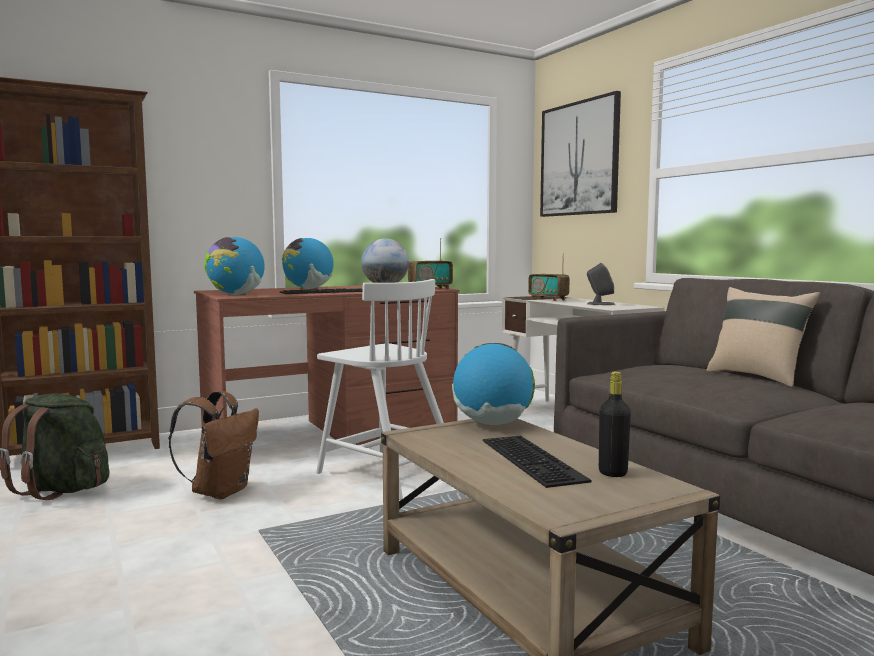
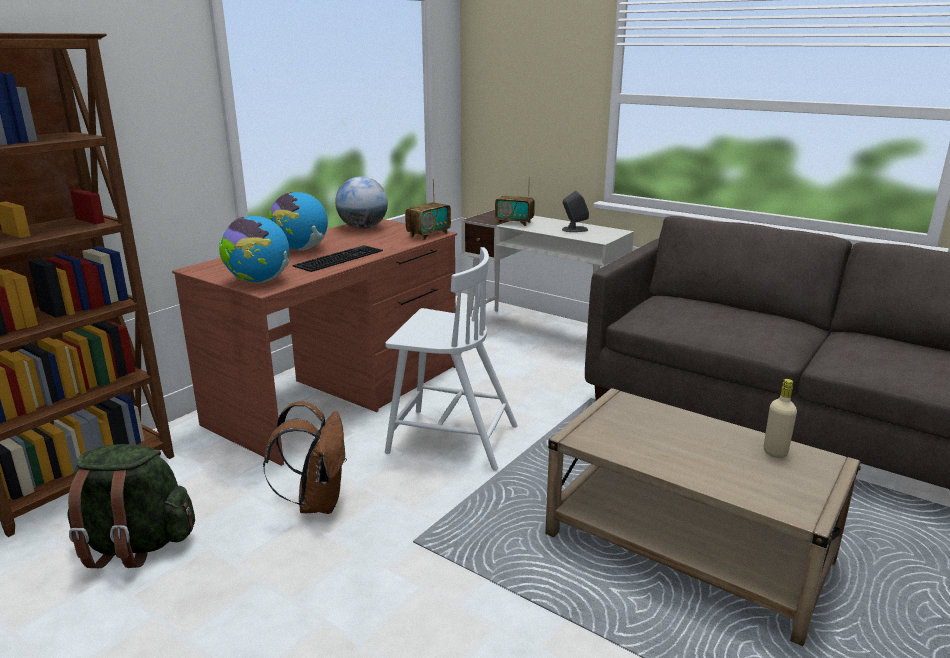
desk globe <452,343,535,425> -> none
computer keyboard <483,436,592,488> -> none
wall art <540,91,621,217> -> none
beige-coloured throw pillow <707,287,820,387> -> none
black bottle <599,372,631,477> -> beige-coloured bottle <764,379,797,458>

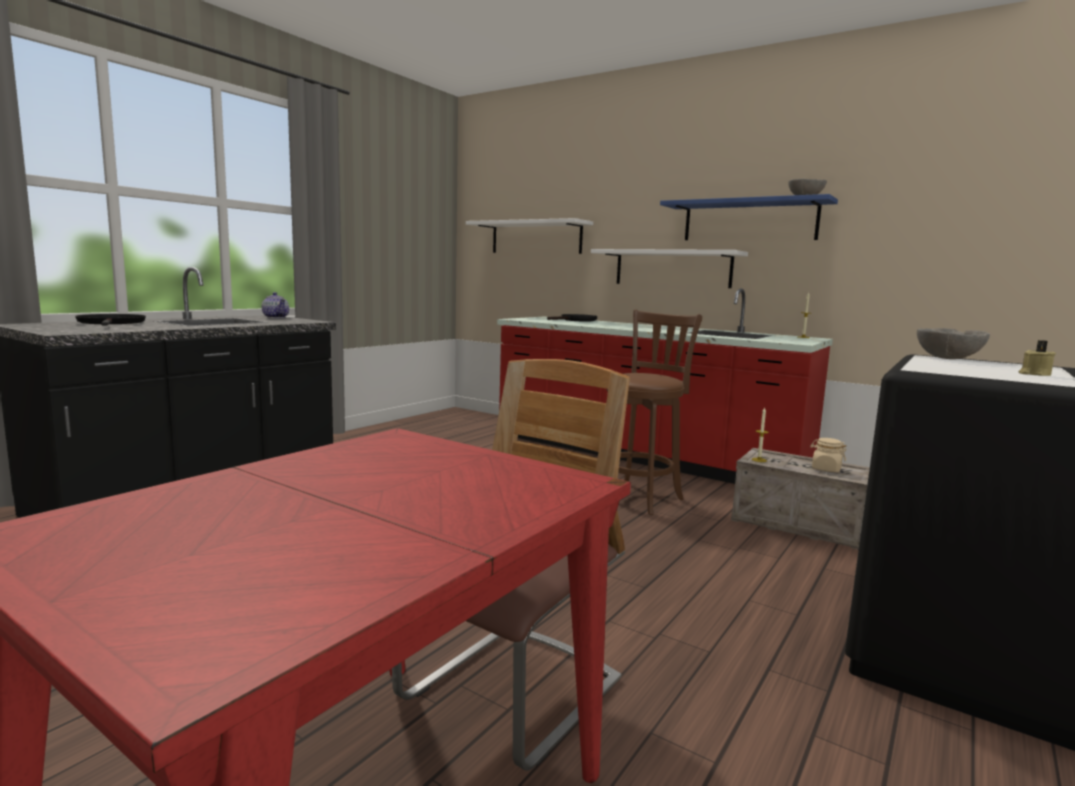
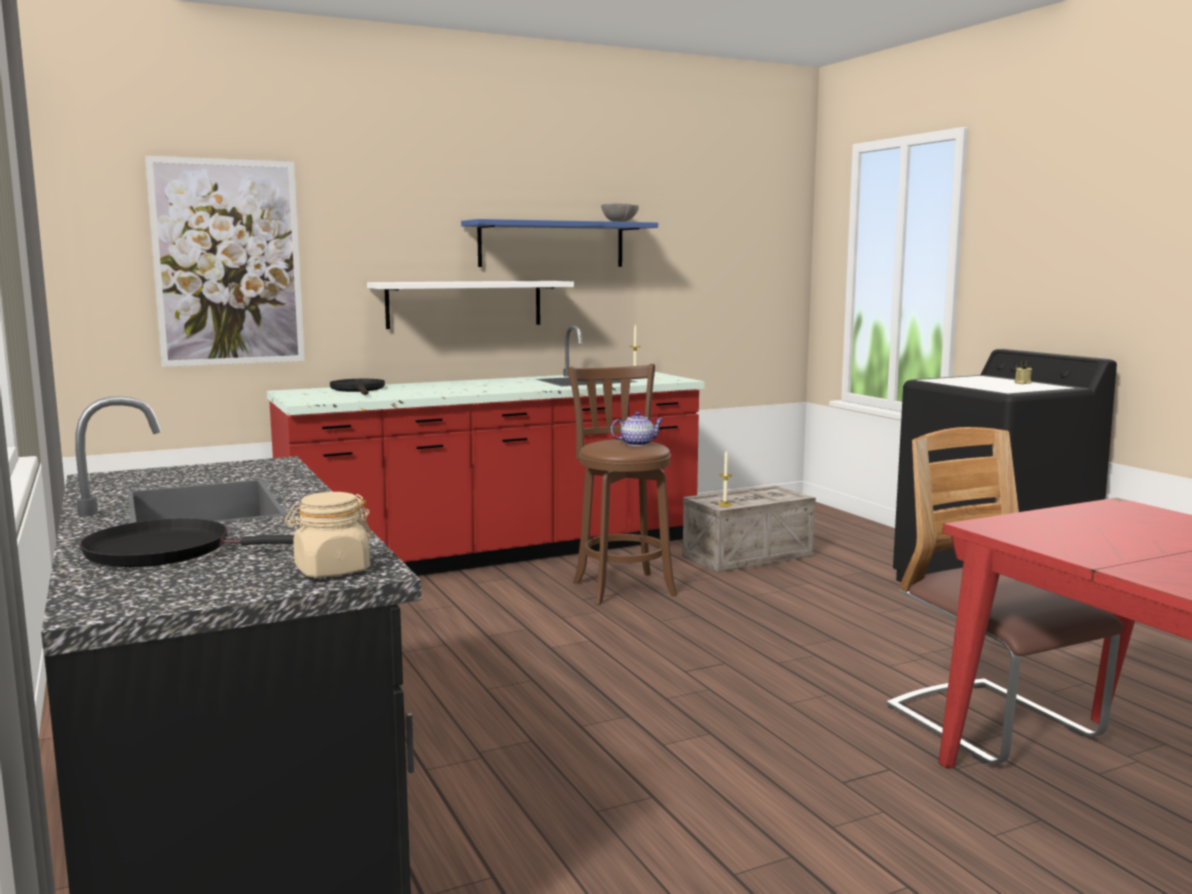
grey bowl <917,328,990,359> -> none
pot for tea <262,292,289,318> -> pot for tea <611,412,664,446>, moved
beige-coloured storage jar <810,438,846,472> -> beige-coloured storage jar <284,492,373,578>, moved
whitish shelf <466,218,593,254> -> wall art <145,156,305,367>

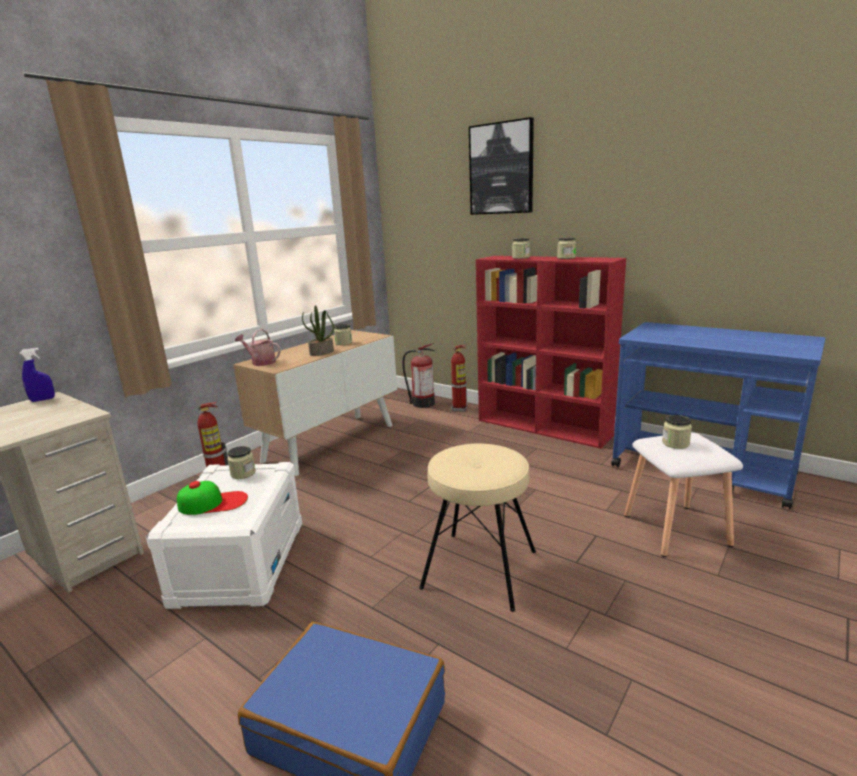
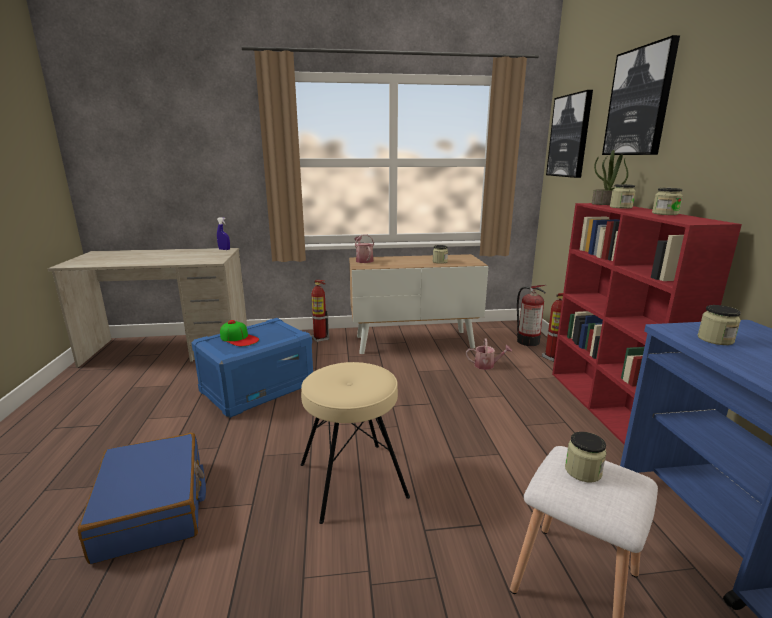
none -> sprinkling can <466,338,512,370>
none -> wall art <546,90,593,178>
storage jar <227,446,256,479> -> storage jar <698,305,741,345>, moved
houseplant <302,305,334,356> -> houseplant <592,150,628,205>, moved
whitish storage bin <146,462,302,609> -> blue-coloured storage bin <192,318,313,418>

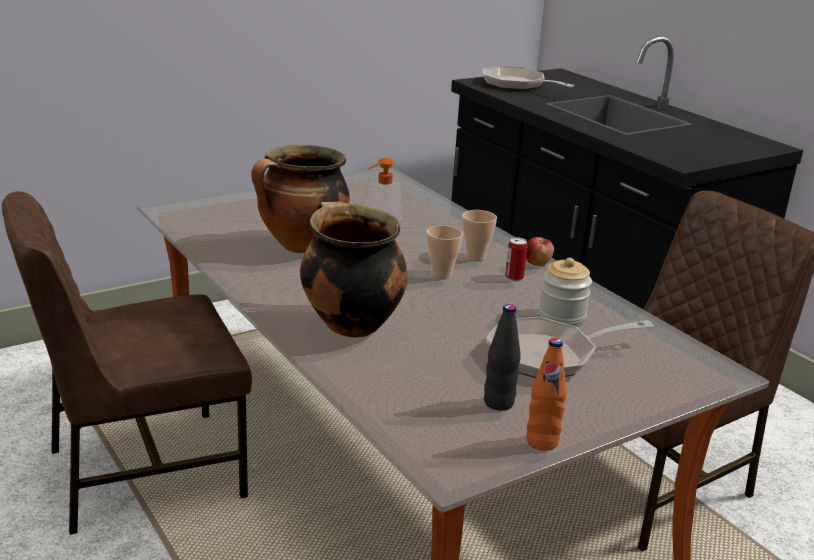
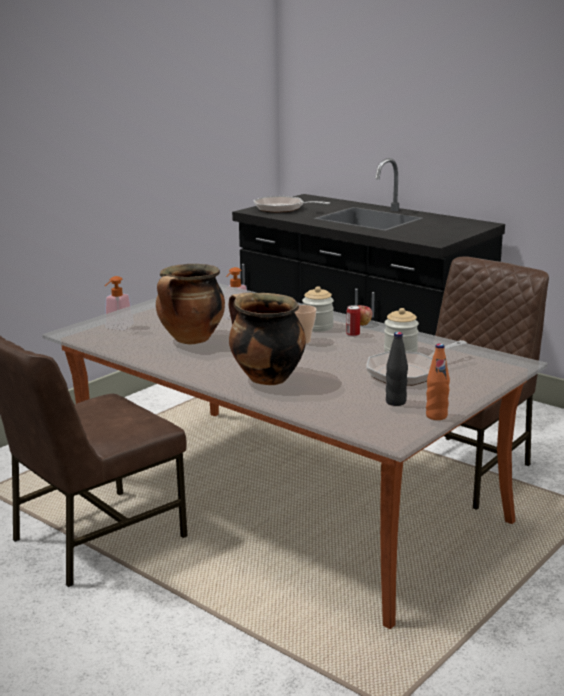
none -> liquid soap bottle <105,276,133,330>
small cup <462,210,497,261> -> storage jar <302,286,334,332>

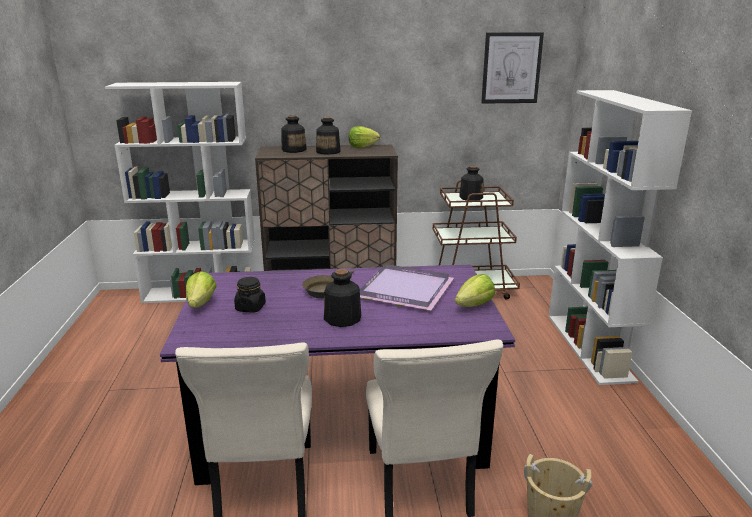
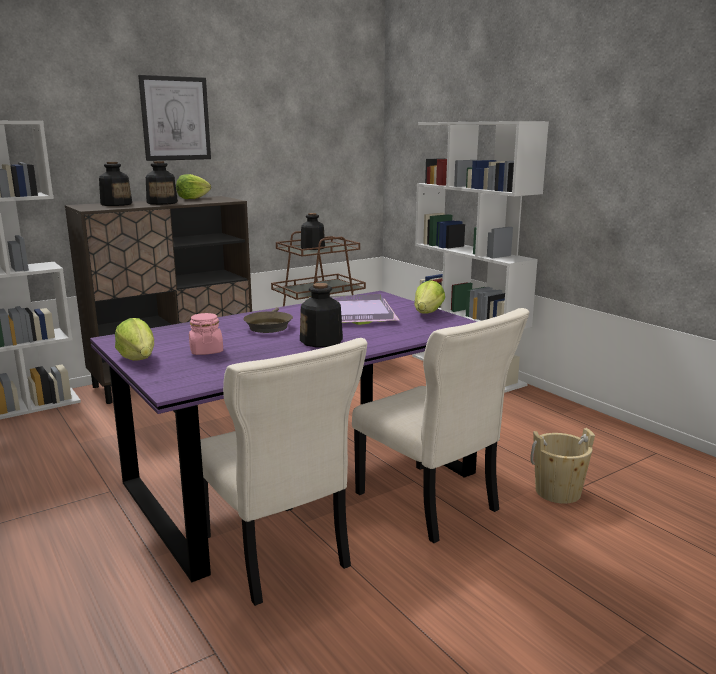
wall art <481,32,544,104> -> wall art <138,75,211,161>, moved
black storage jar <234,277,266,312> -> pinkish storage jar <189,313,223,355>

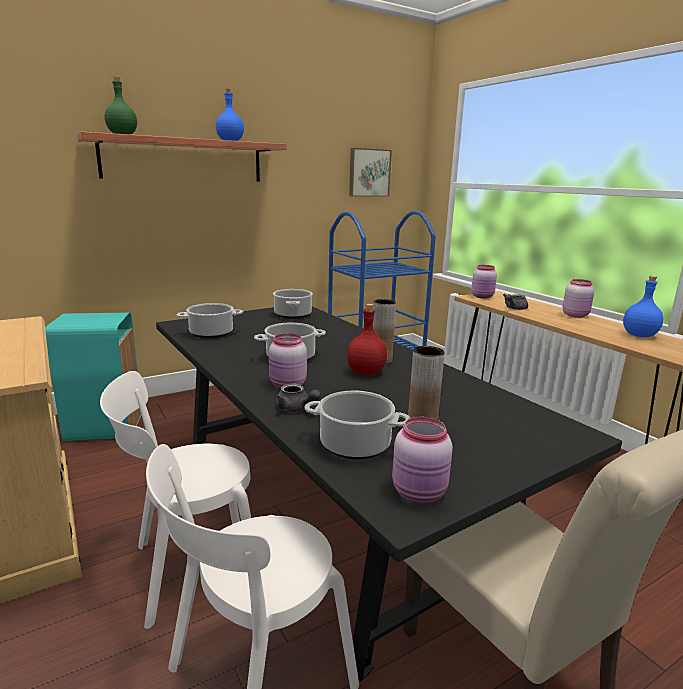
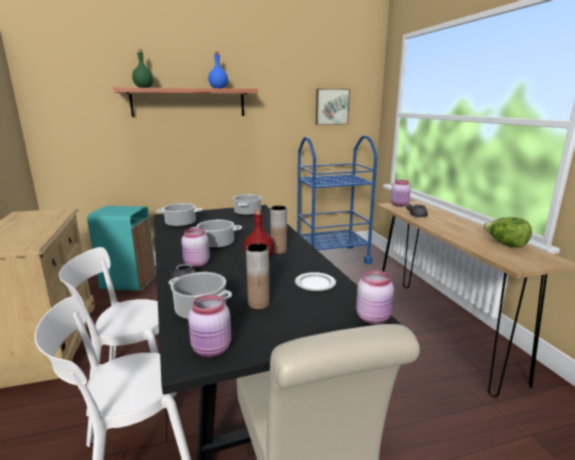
none -> flat dish <295,272,336,291>
pinkish storage jar <563,279,594,318> -> pinkish storage jar <356,270,394,324>, moved
blue-coloured bottle <623,276,663,337> -> lettuce <484,217,532,248>

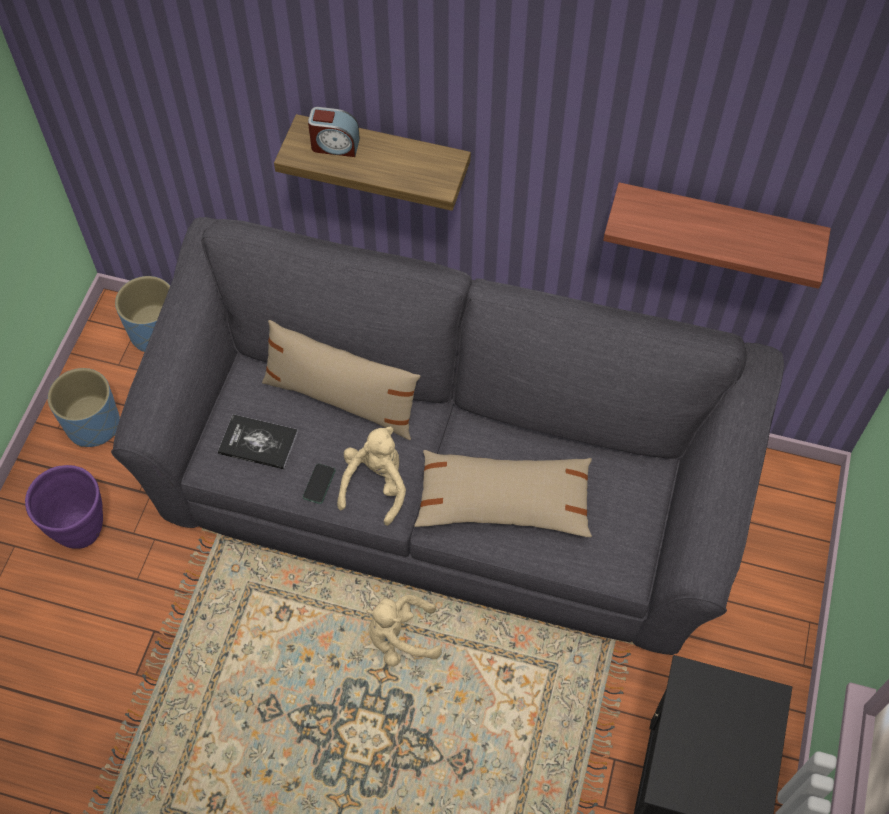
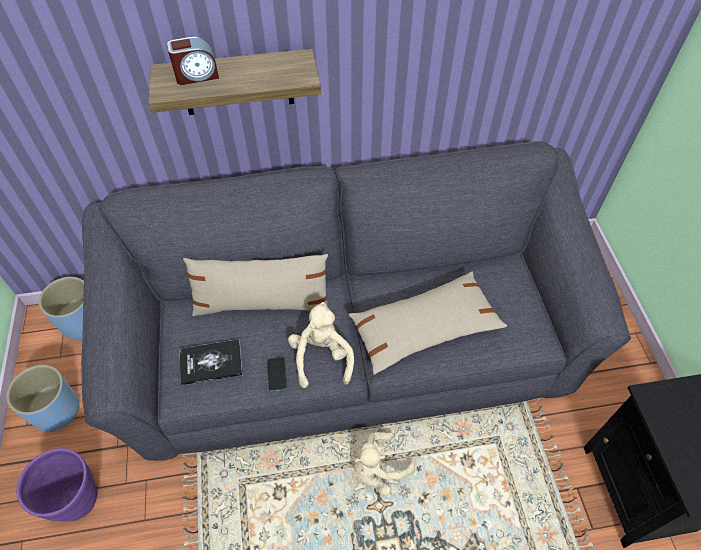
shelf <603,182,831,289> -> none

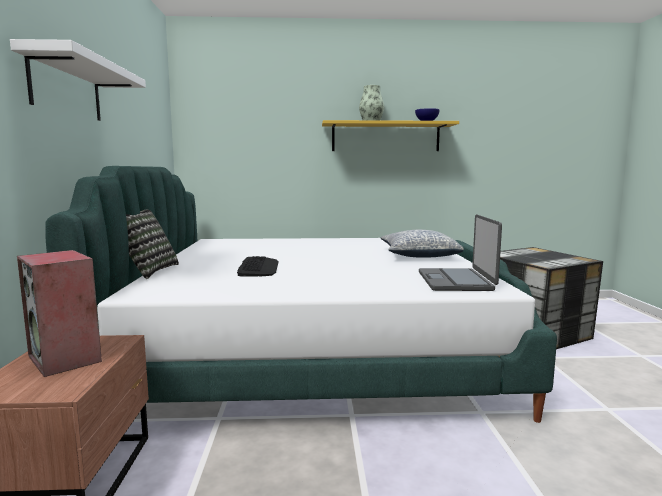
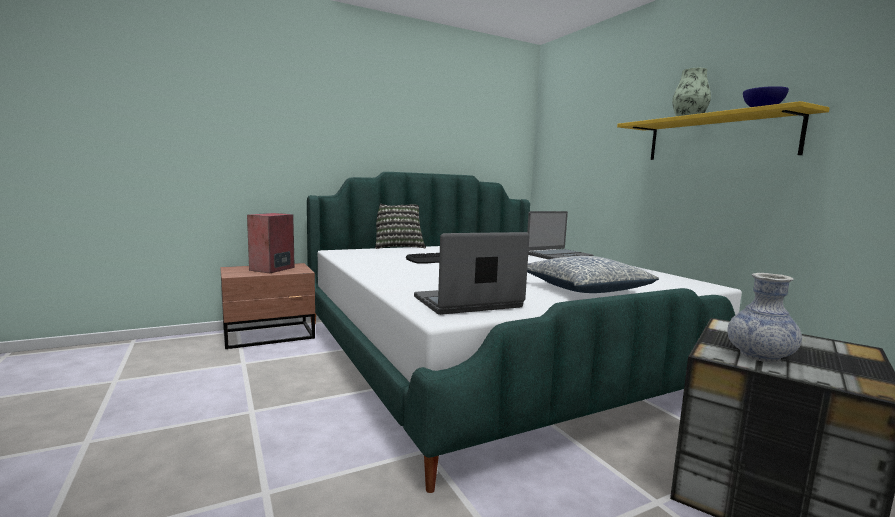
whitish shelf <10,39,146,121> -> none
none -> notebook computer <527,211,593,259>
none -> vase <727,273,802,362>

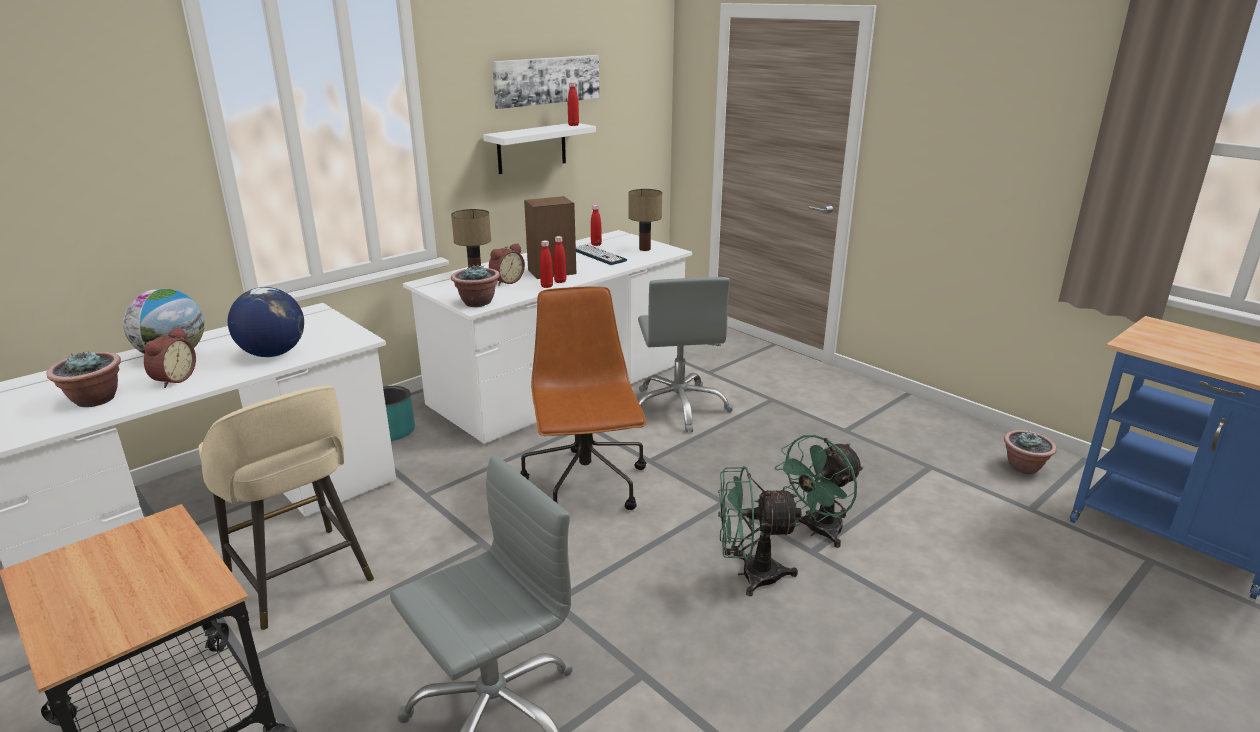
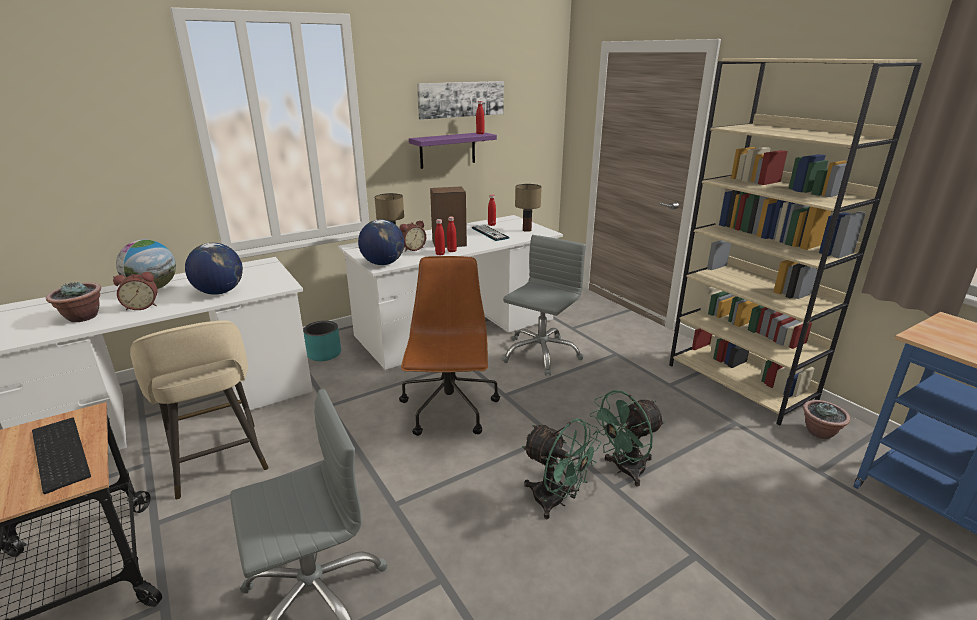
none -> computer keyboard <32,418,91,494>
none -> beige-coloured shelving unit <669,58,922,426>
houseplant <451,264,500,307> -> desk globe <358,219,404,265>
whitish shelf <483,123,596,174> -> purple-coloured shelf <409,132,497,169>
alarm clock <144,327,196,388> -> alarm clock <113,272,158,310>, 45 degrees clockwise
grey office chair <638,277,733,433> -> grey office chair <502,235,586,376>, 150 degrees counterclockwise
green-coloured cooling fan <718,466,802,596> -> green-coloured cooling fan <522,418,601,519>, 150 degrees counterclockwise

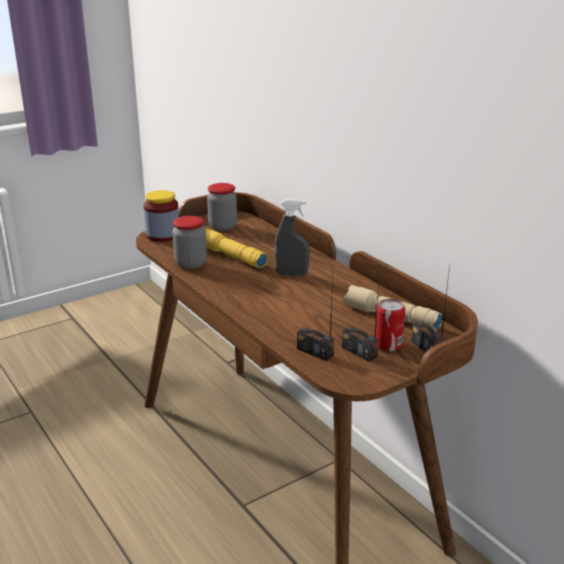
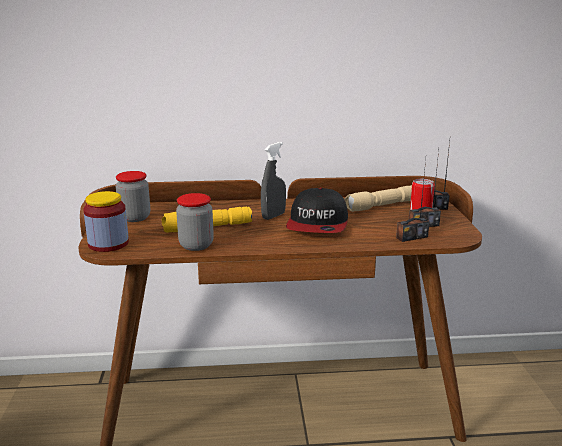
none -> cap <286,188,348,233>

